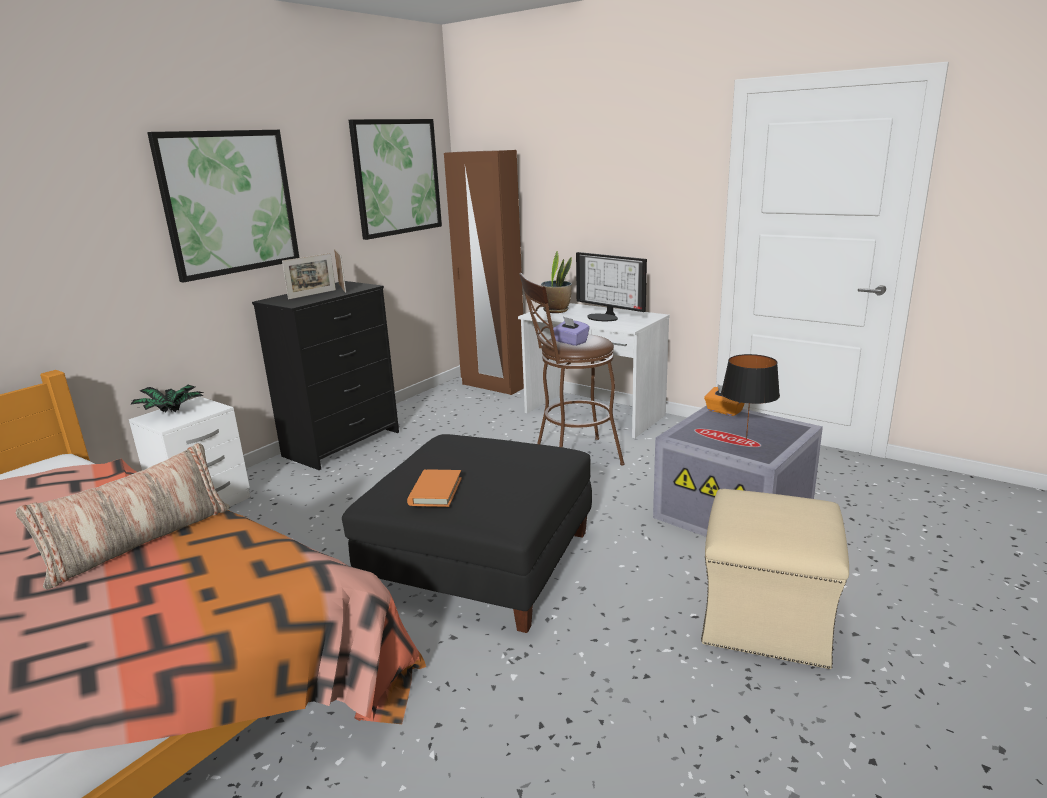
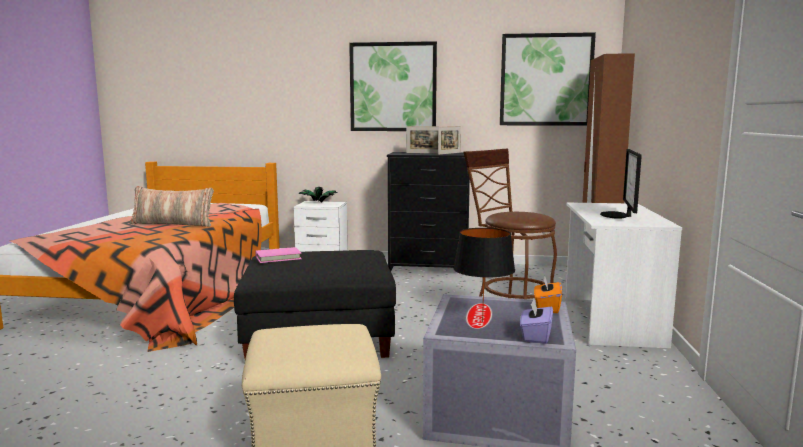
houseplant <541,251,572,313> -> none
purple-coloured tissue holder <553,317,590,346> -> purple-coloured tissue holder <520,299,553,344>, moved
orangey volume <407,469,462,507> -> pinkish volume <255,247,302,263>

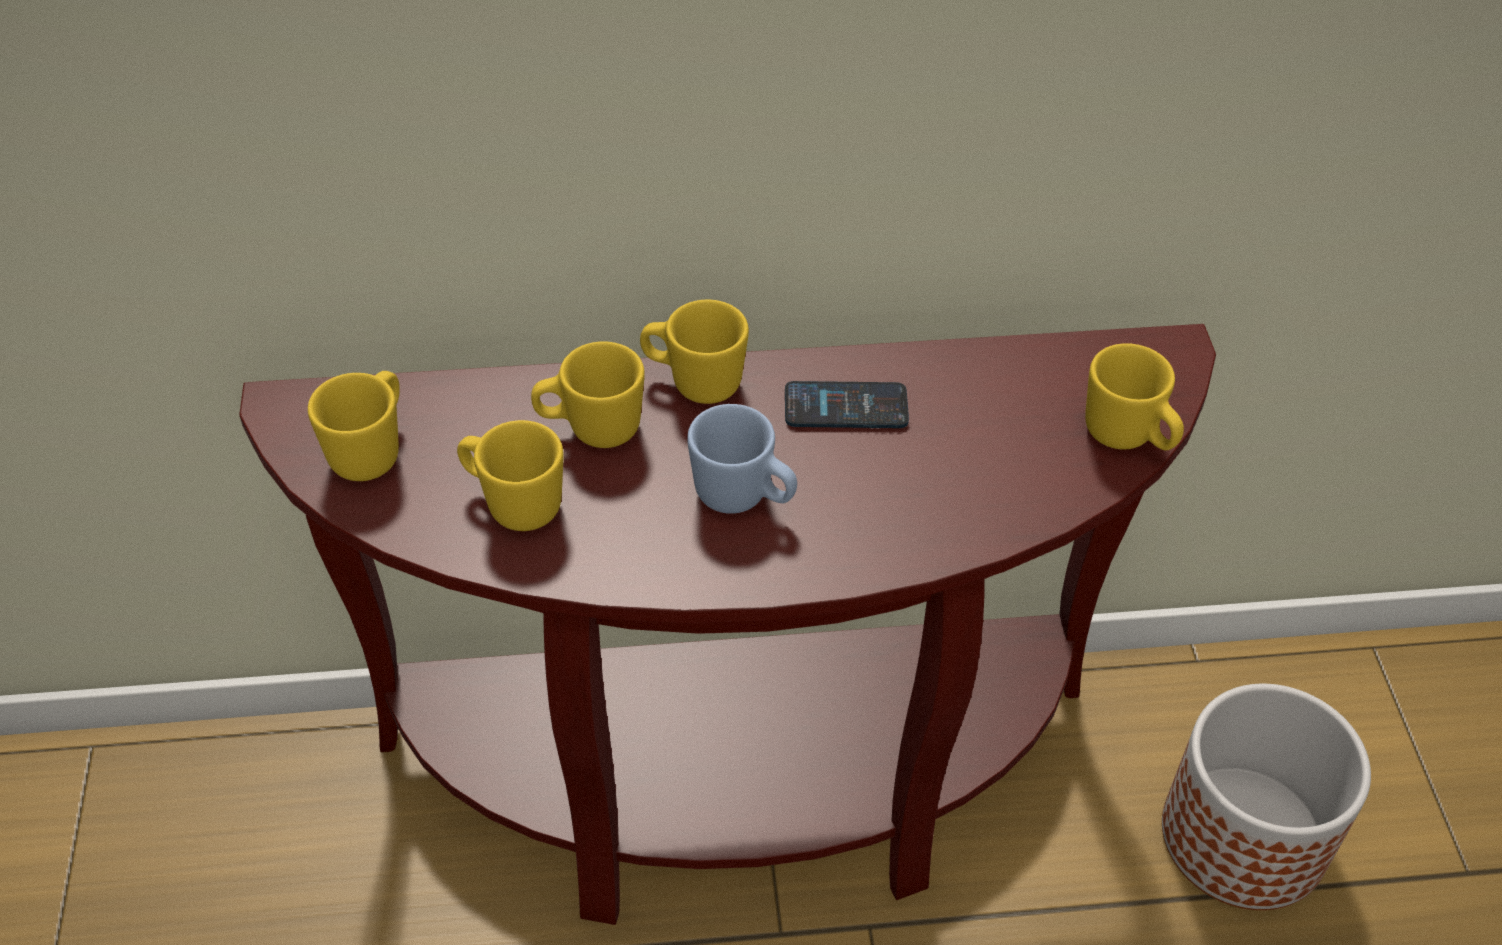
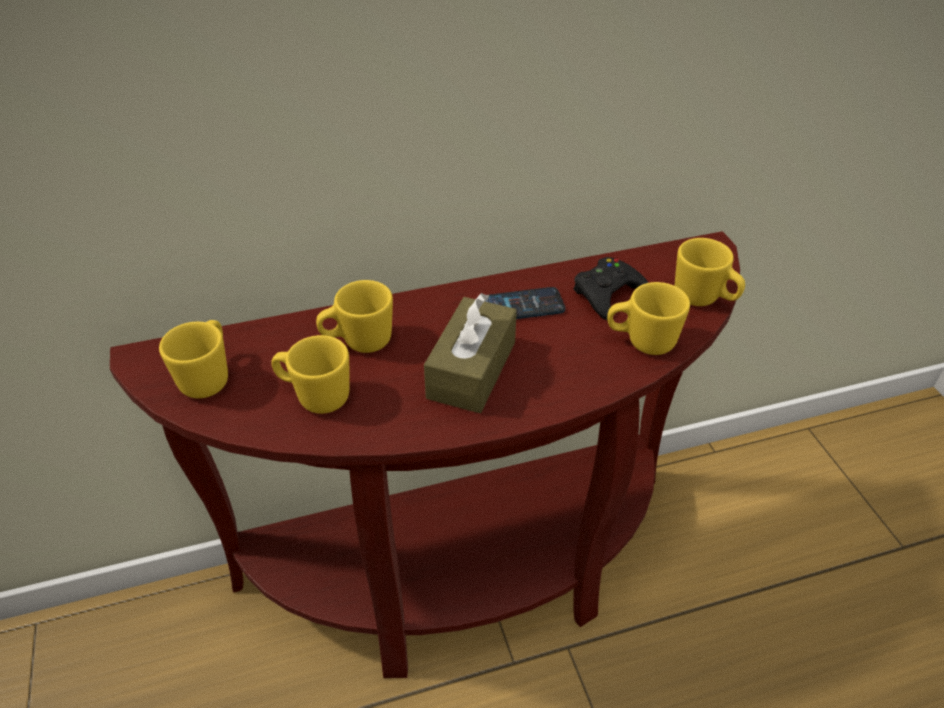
flower pot <1162,684,1371,910> -> none
none -> black joypad <574,257,649,320>
yellow-coloured coffee mug <640,300,749,404> -> yellow-coloured coffee mug <607,282,690,355>, moved
blue-coloured coffee mug <687,404,797,514> -> brown tissue holder <424,293,517,413>

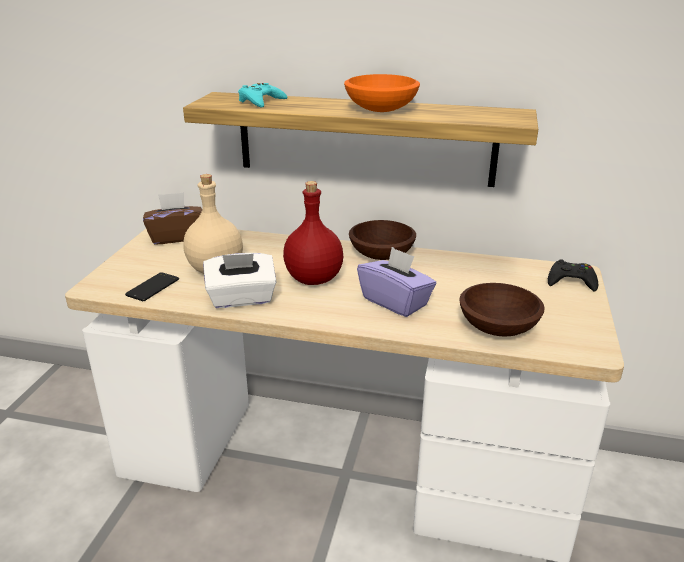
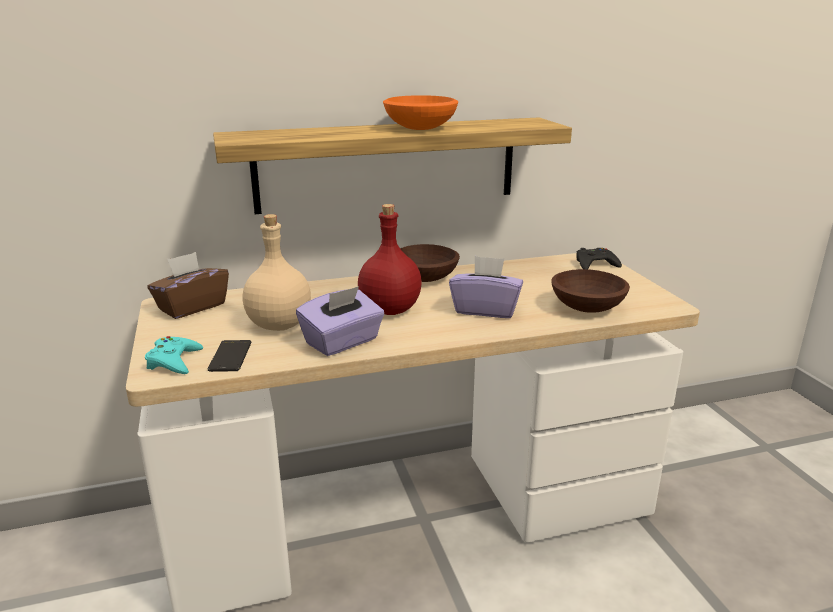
turquoise joypad <238,83,288,107> -> turquoise joypad <145,336,203,374>, moved
whitish tissue holder <203,253,277,308> -> purple-coloured tissue holder <296,286,384,356>

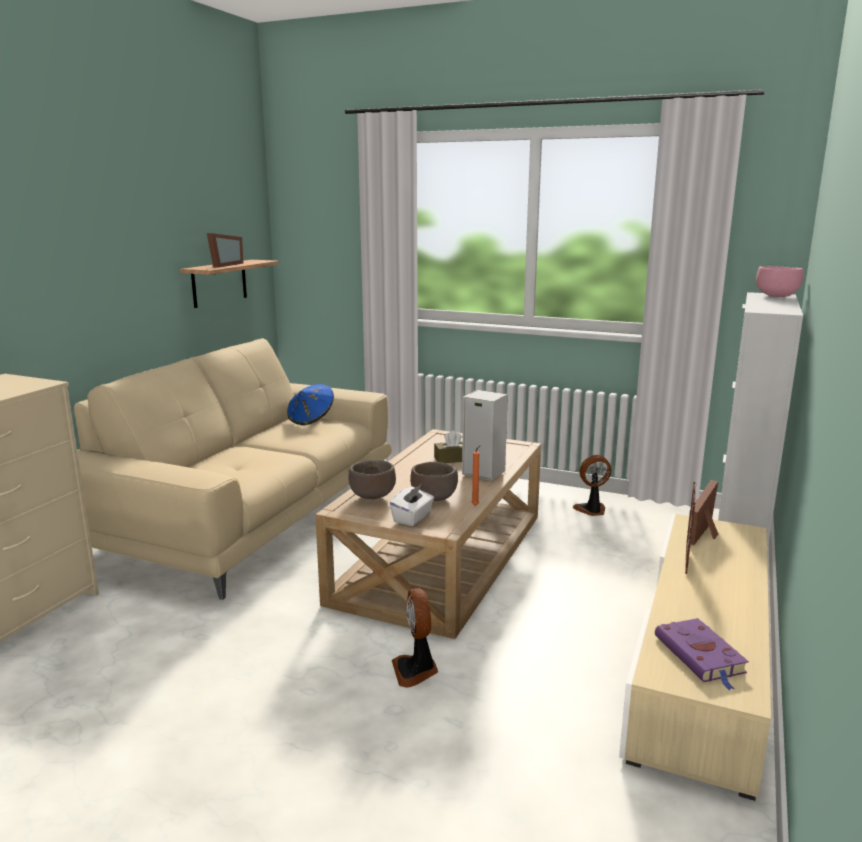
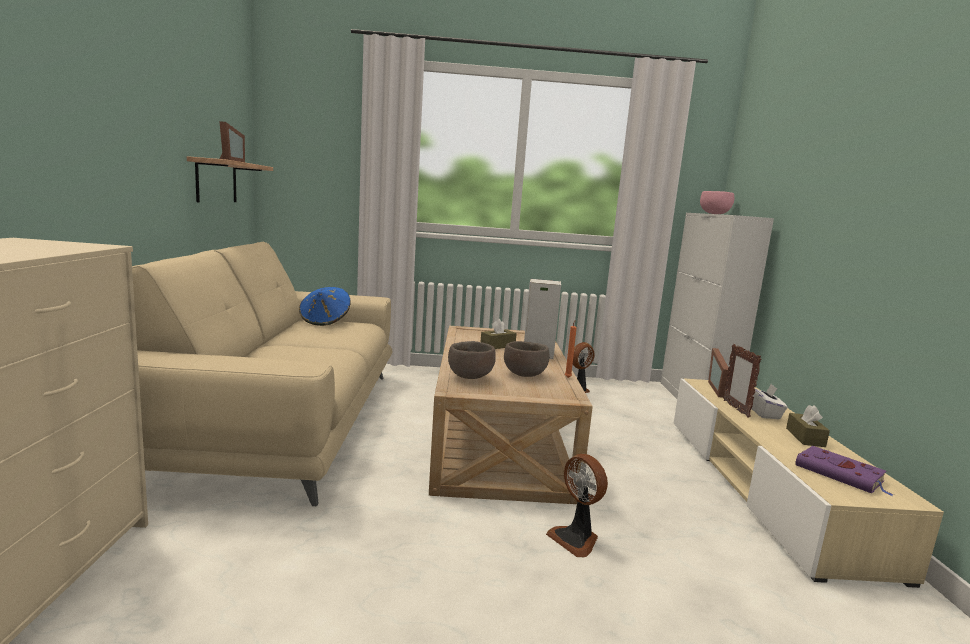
none -> brown tissue holder <786,405,830,447>
whitish tissue holder <390,484,434,526> -> whitish tissue holder <752,384,788,419>, moved

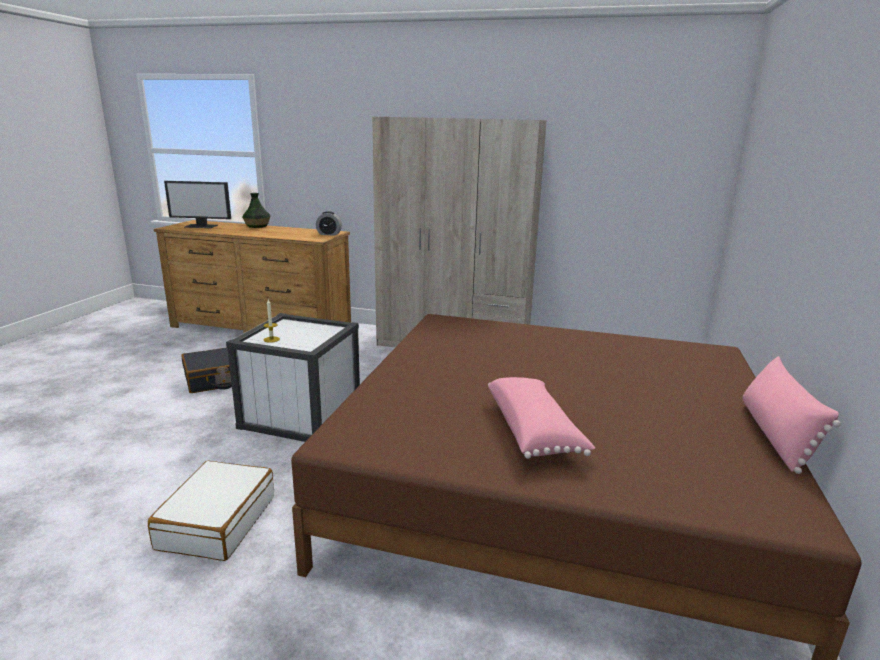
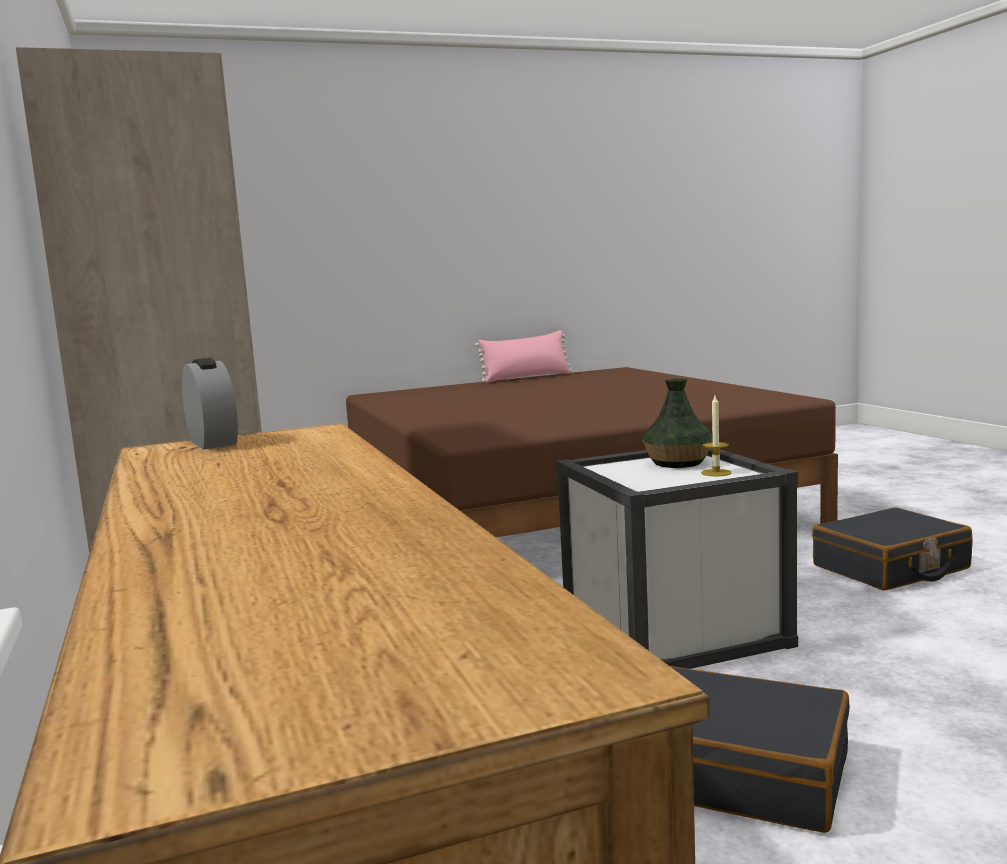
computer display <164,181,231,228> -> none
pinkish throw pillow <488,377,595,459> -> none
vase <242,193,270,228> -> vase <642,379,713,468>, moved
whitish suitcase <148,461,274,561> -> black suitcase <812,507,972,590>

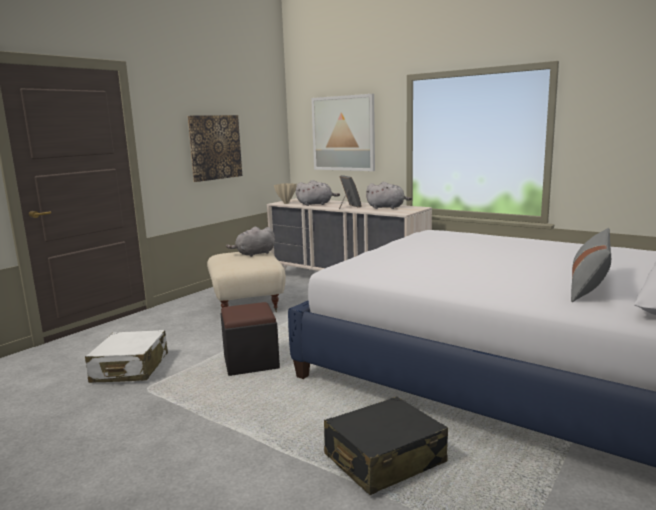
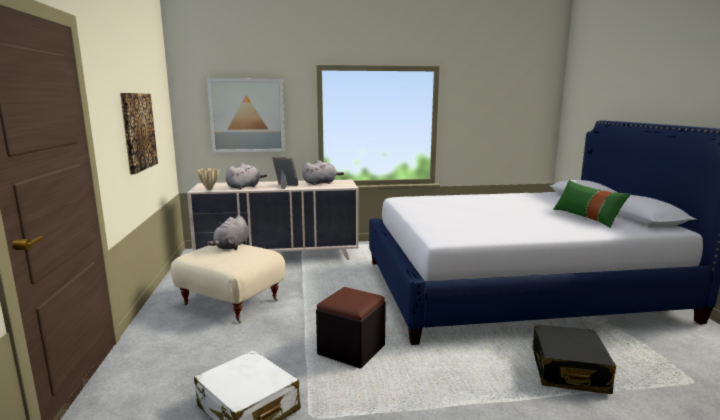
grey throw pillow <571,228,611,302> -> green-coloured throw pillow <553,180,630,228>

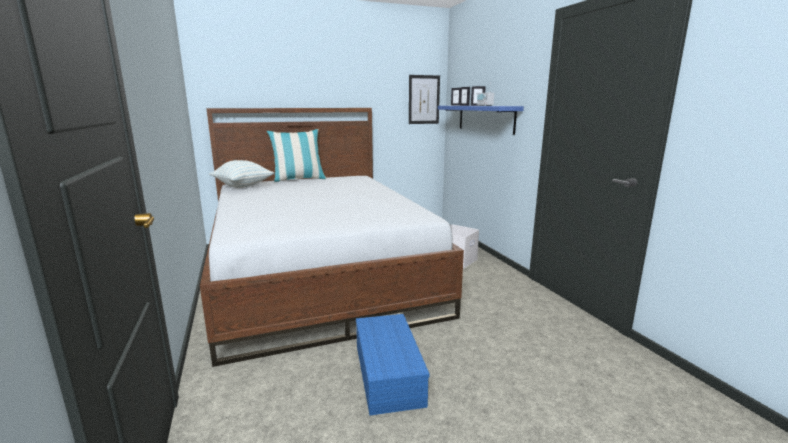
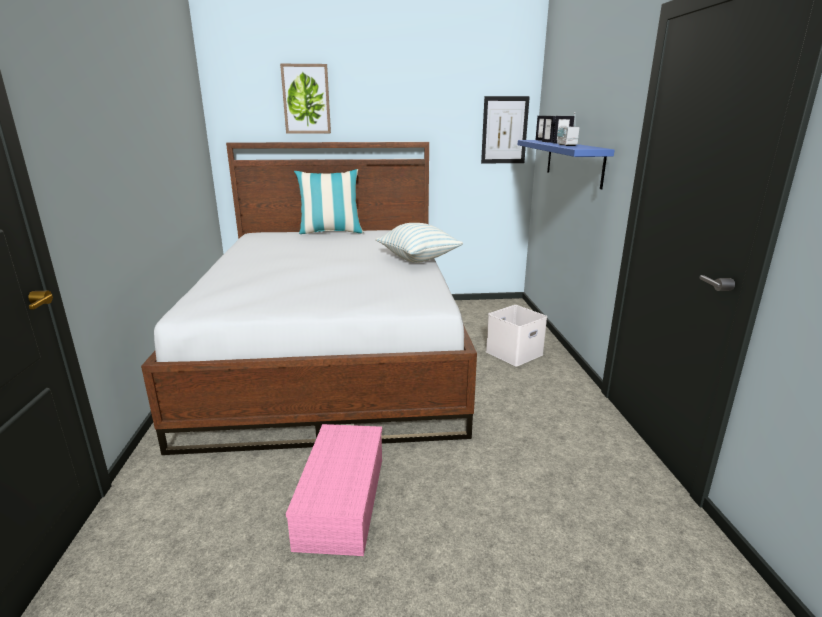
none -> wall art <280,64,331,134>
throw pillow <209,160,274,188> -> throw pillow <376,223,463,263>, moved
blue-coloured storage bin <356,314,430,416> -> pinkish storage bin <286,424,382,556>

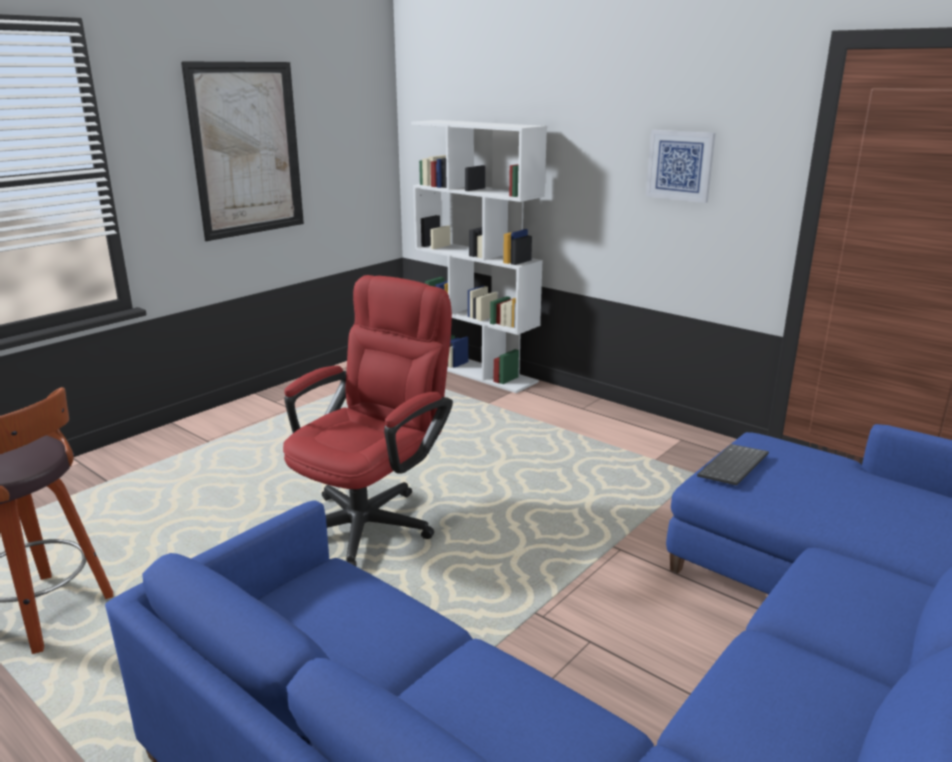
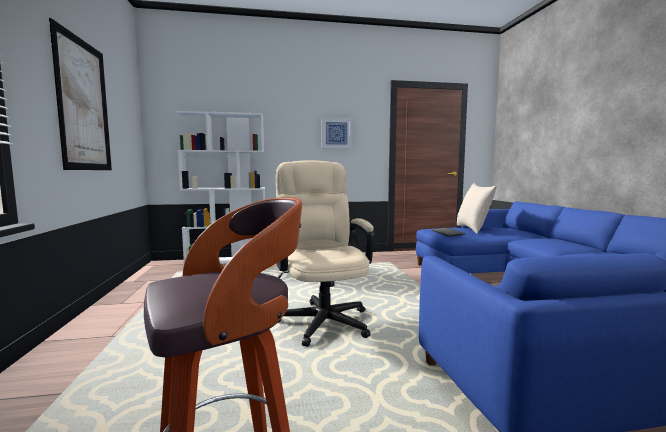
none -> beige-coloured throw pillow <457,183,497,234>
red office chair <283,275,453,566> -> beige-coloured office chair <276,160,374,347>

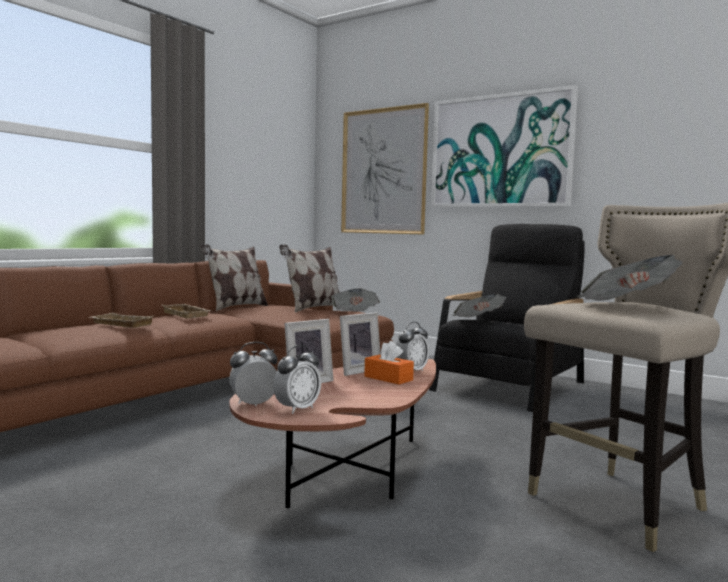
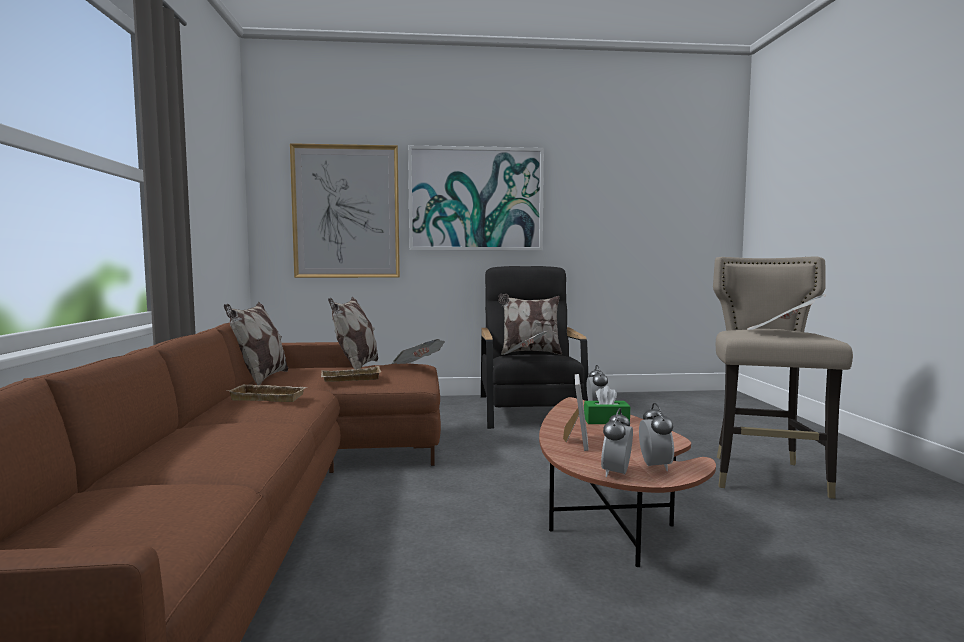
picture frame <340,312,381,376> -> none
none -> throw pillow <499,294,562,355>
beige-coloured carrying tray <89,313,153,328> -> beige-coloured carrying tray <321,366,381,382>, moved
orangey tissue holder <364,341,414,385> -> green-coloured tissue holder <584,386,630,424>

